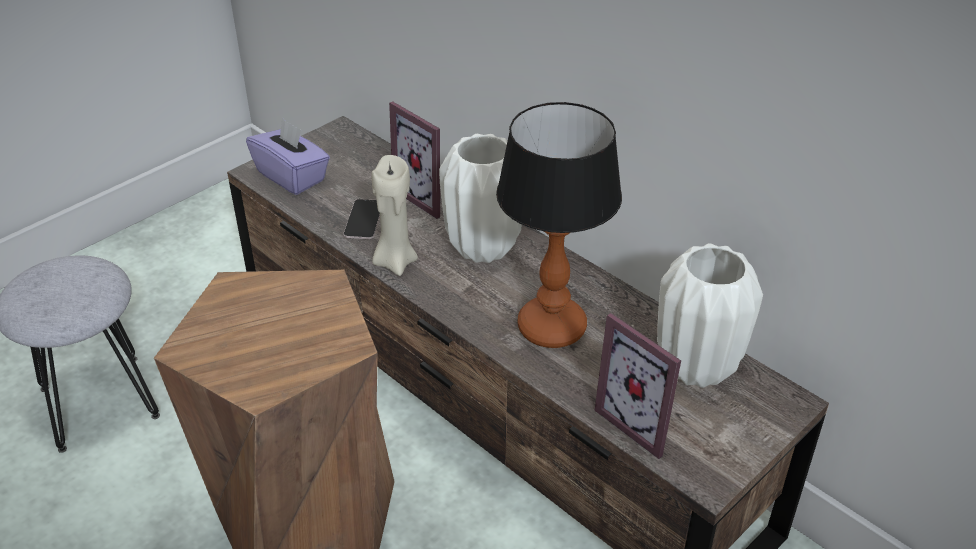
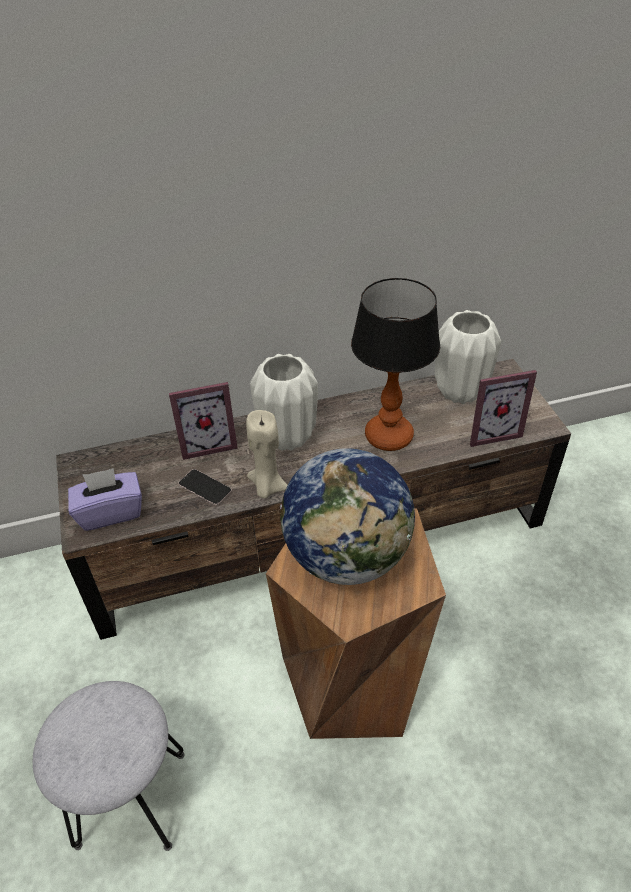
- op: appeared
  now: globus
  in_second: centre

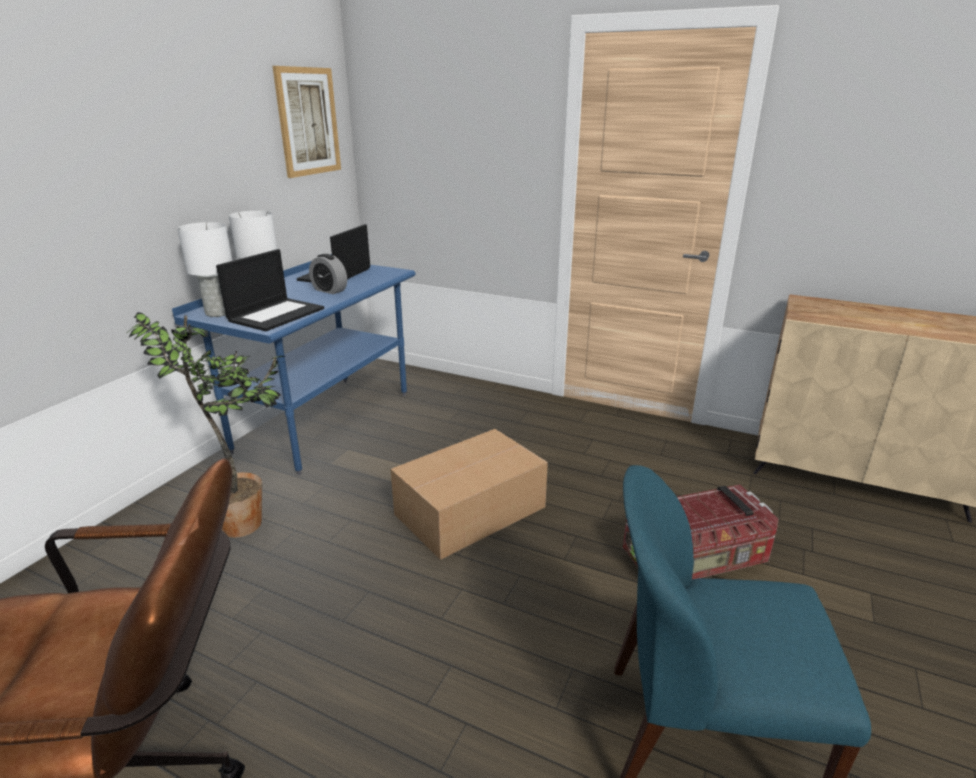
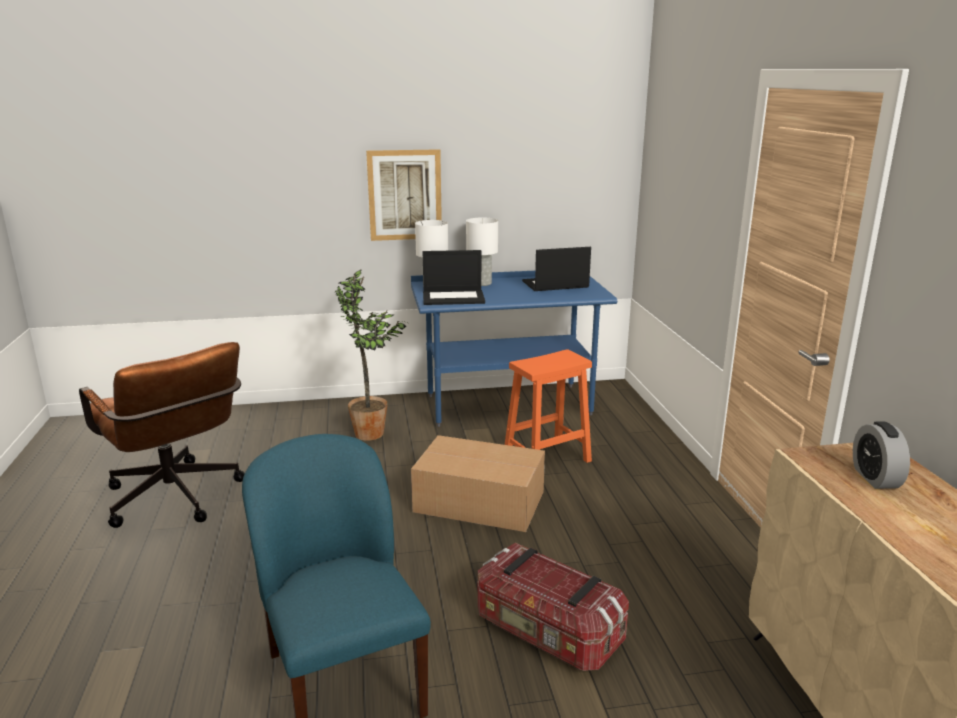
- op: relocated
  was: obraz
  in_first: top left
  in_second: top centre
- op: relocated
  was: budzik
  in_first: centre
  in_second: middle right
- op: appeared
  now: stołek (pomarańczowy)
  in_second: centre

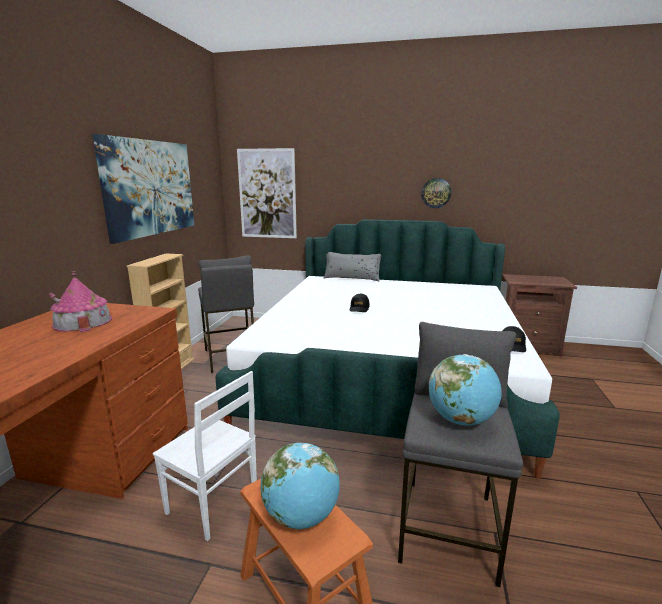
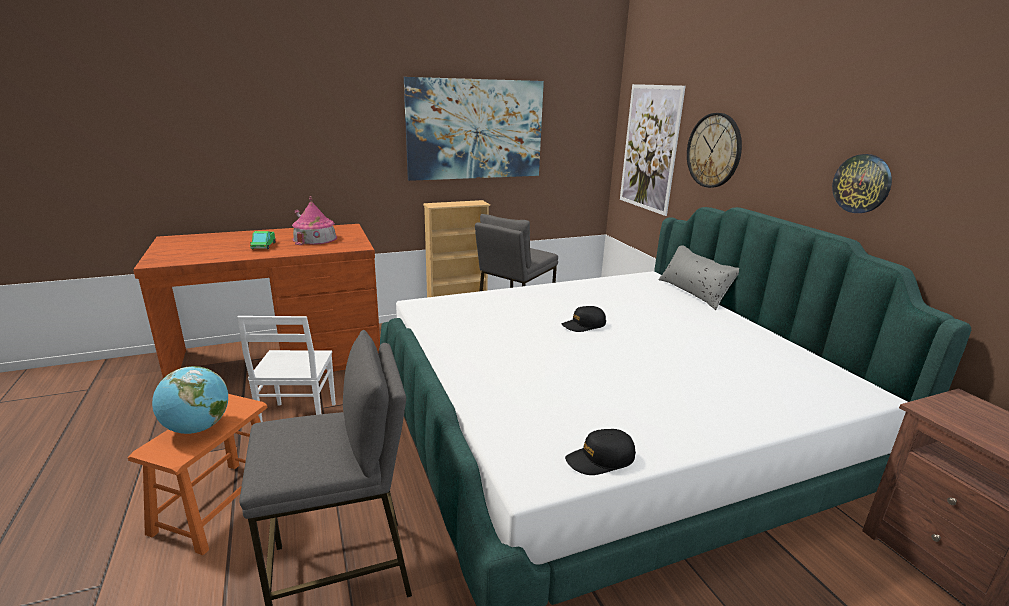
- op: missing
  was: globus (no. 2 from left)
  in_first: middle right
- op: appeared
  now: ciężarówka zabawkowa
  in_second: middle left
- op: appeared
  now: zegar ścienny (no. 1 from left)
  in_second: top right

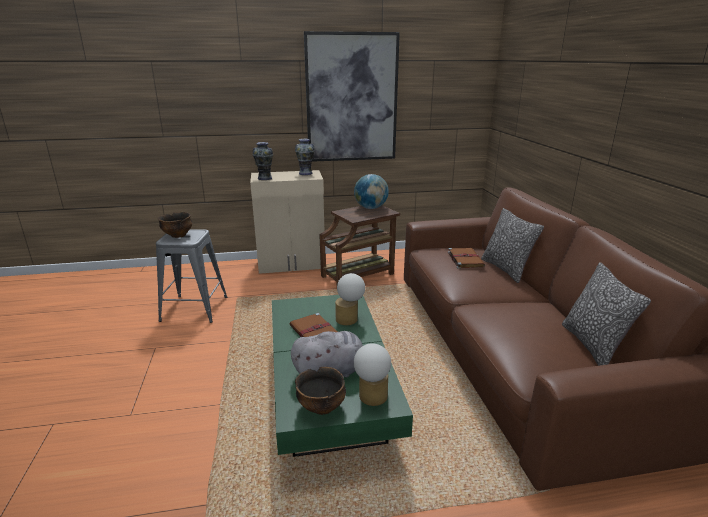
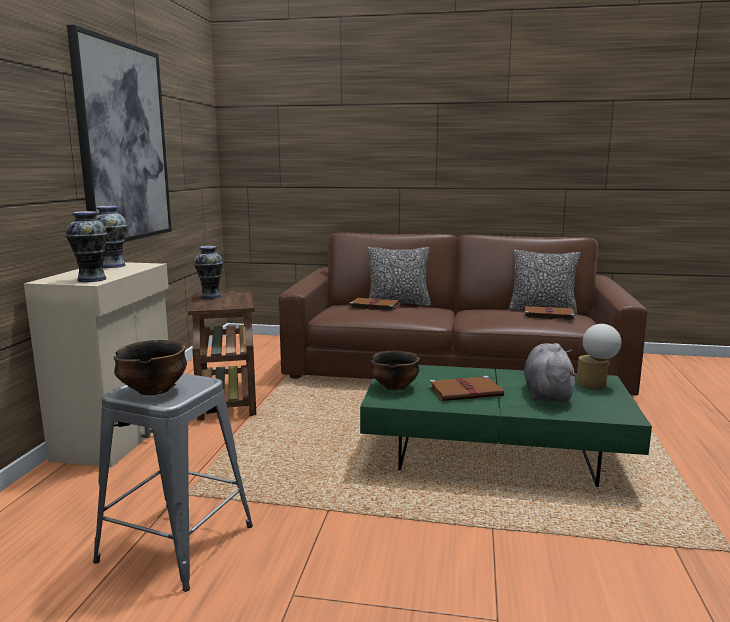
- op: relocated
  was: miska (no. 2 from left)
  in_first: bottom centre
  in_second: centre
- op: missing
  was: lampa stołowa (no. 1 from left)
  in_first: centre
- op: exchanged
  was: globus
  now: wazon (no. 3 from left)
  in_first: centre
  in_second: middle left
- op: appeared
  now: książka (brązowy) (no. 3 from left)
  in_second: middle right

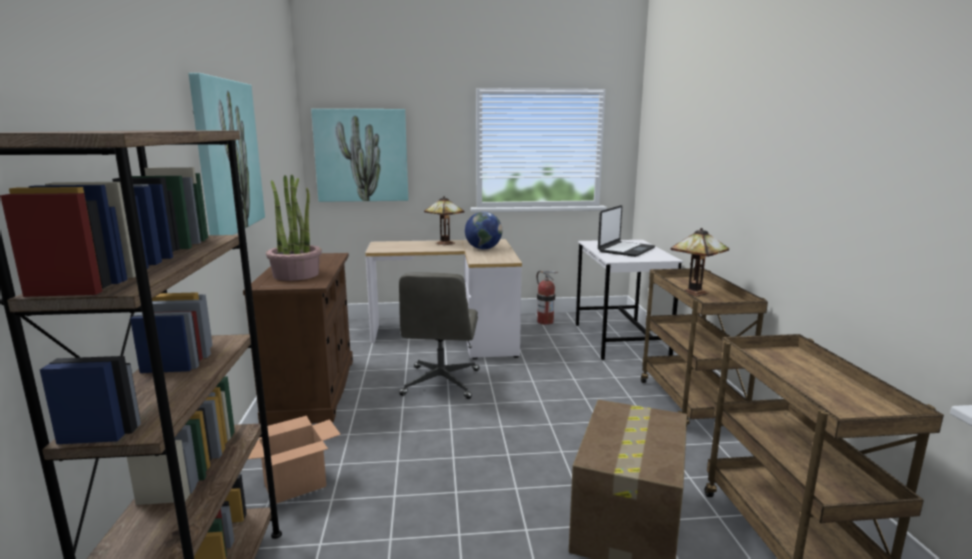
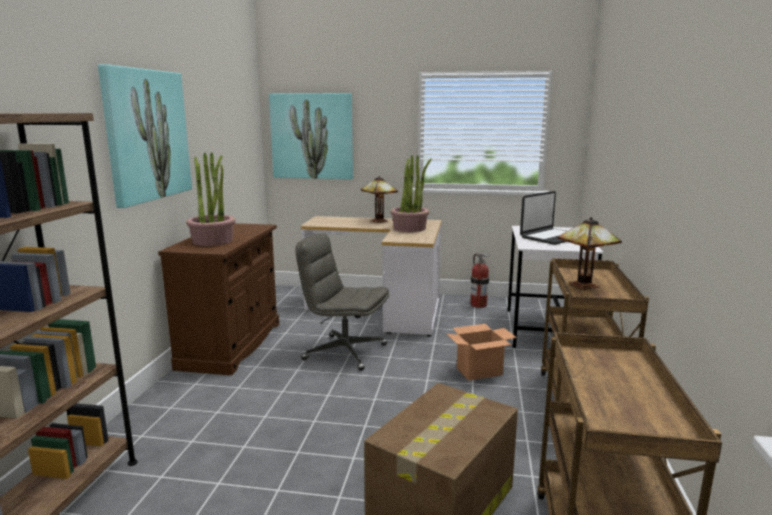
- op: relocated
  was: karton (no. 1 from left in the first image)
  now: karton (no. 2 from left)
  in_first: bottom left
  in_second: bottom centre
- op: spun
  was: krzesło biurowe (szary)
  in_first: centre
  in_second: centre
  clockwise: 90
- op: exchanged
  was: globus
  now: roślina doniczkowa (no. 2 from left)
  in_first: centre
  in_second: centre

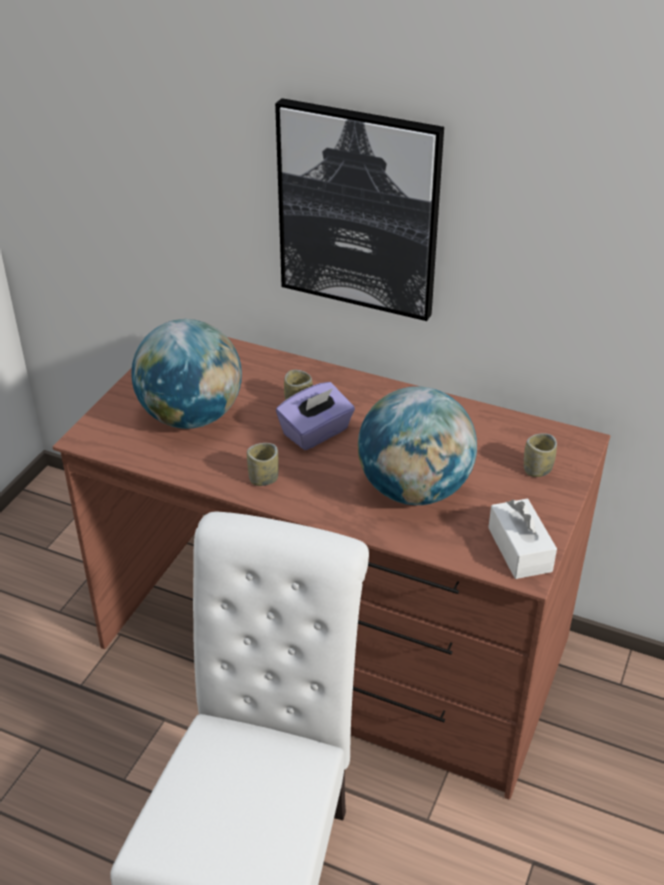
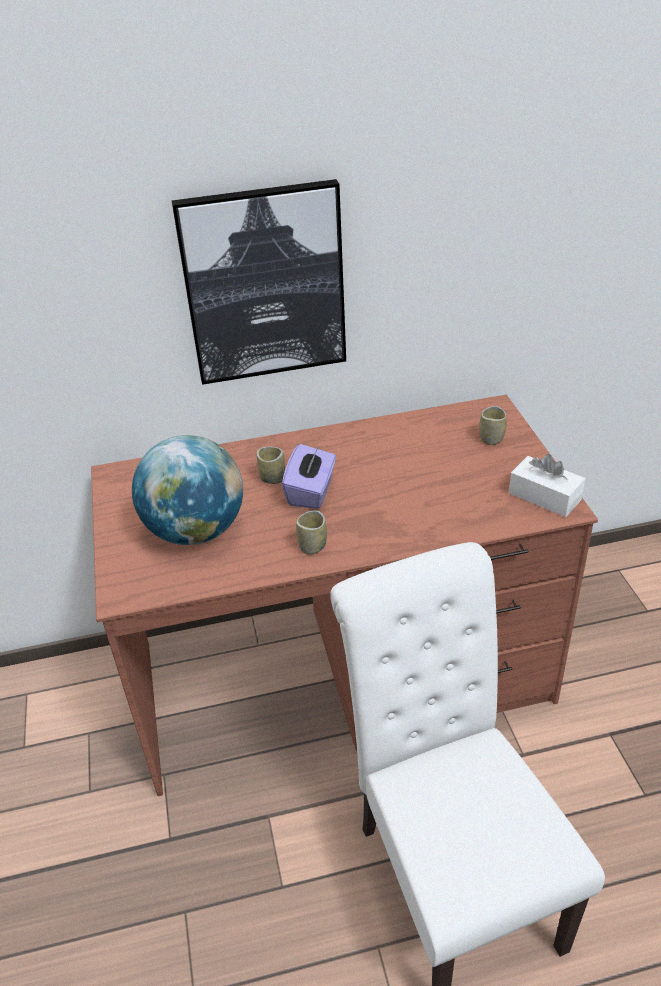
- op: missing
  was: globus (no. 2 from left)
  in_first: centre

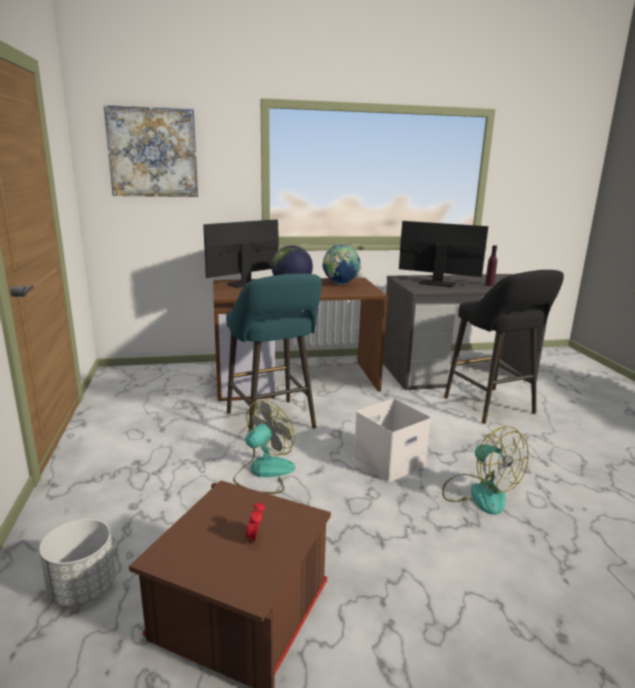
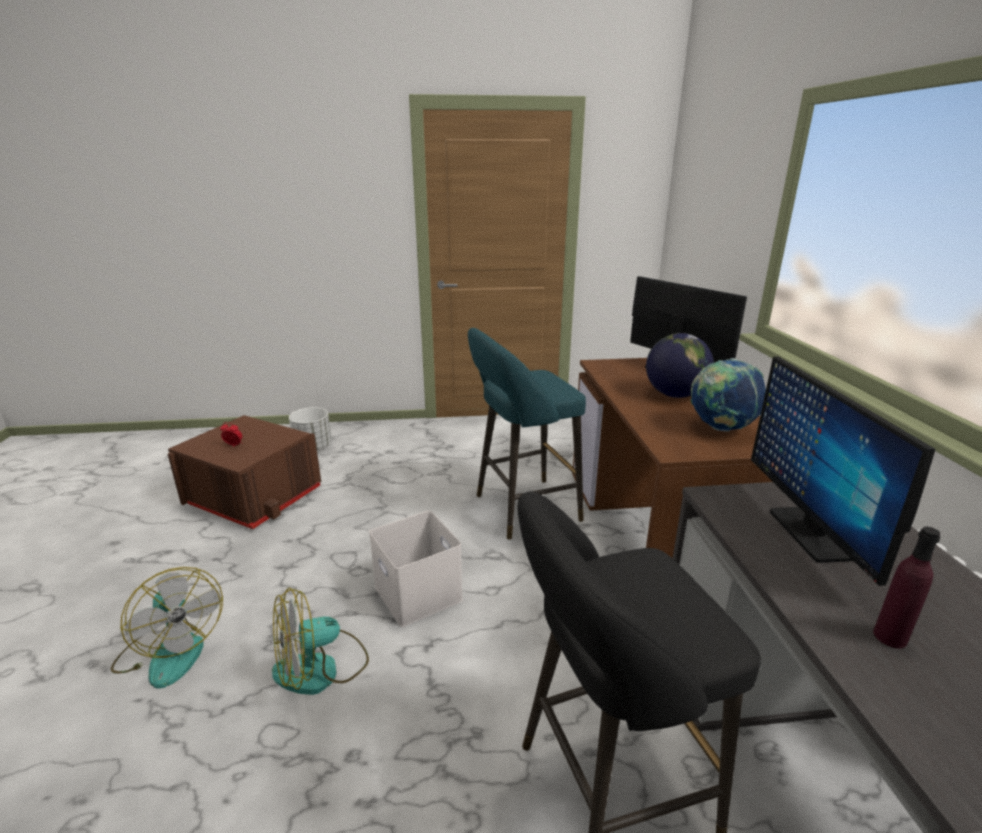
- op: missing
  was: obraz
  in_first: top left
- op: relocated
  was: wentylator (no. 1 from left)
  in_first: centre
  in_second: bottom left
- op: spun
  was: monitor (no. 2 from left)
  in_first: middle right
  in_second: middle right
  clockwise: 150

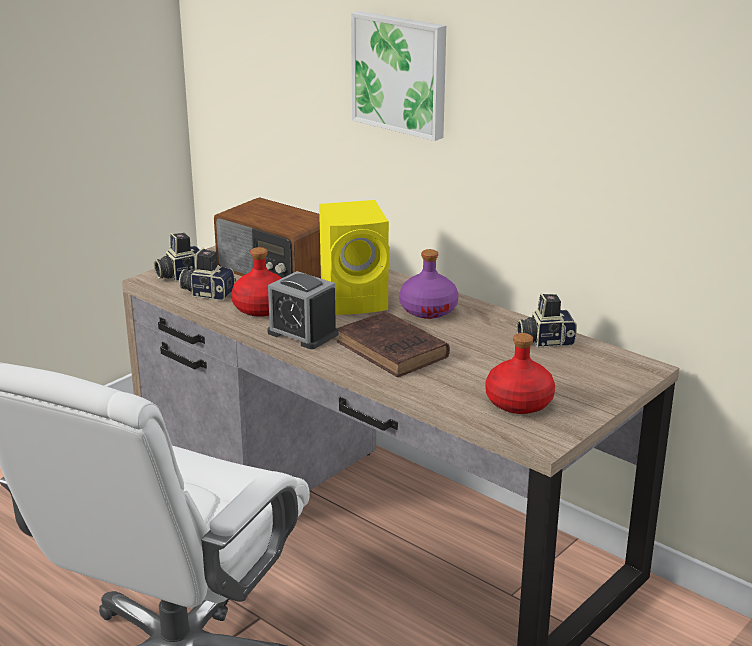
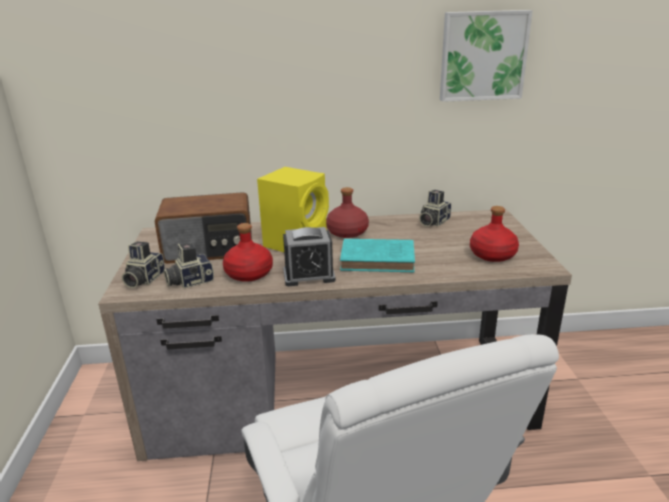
- op: colour
  was: książka (brązowy)
  now: książka (turkusowy)
  in_first: centre
  in_second: centre
- op: relocated
  was: obraz
  in_first: top centre
  in_second: top right
- op: colour
  was: butelka (fioletowy)
  now: butelka (czerwony) (no. 2 from left)
  in_first: centre
  in_second: centre

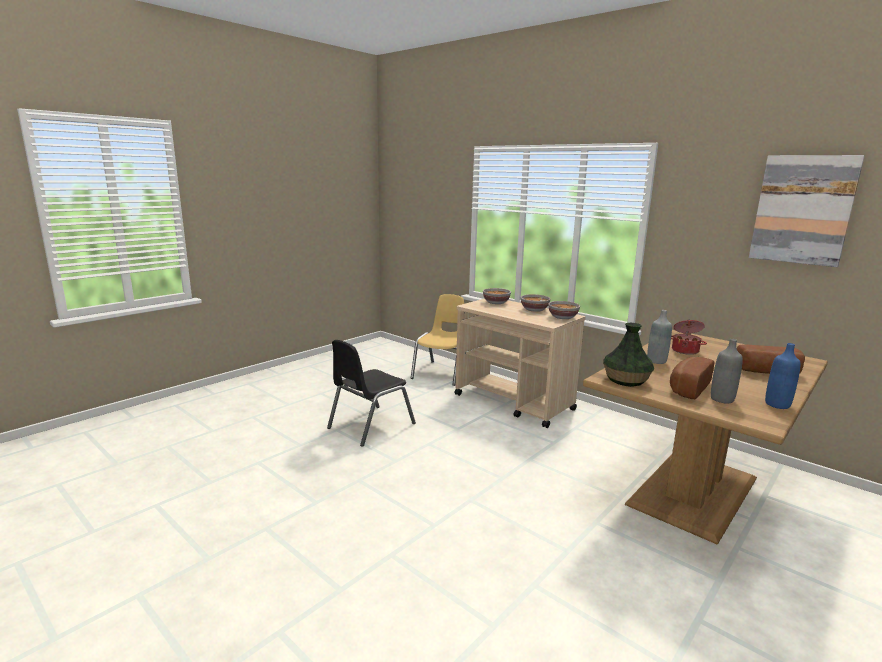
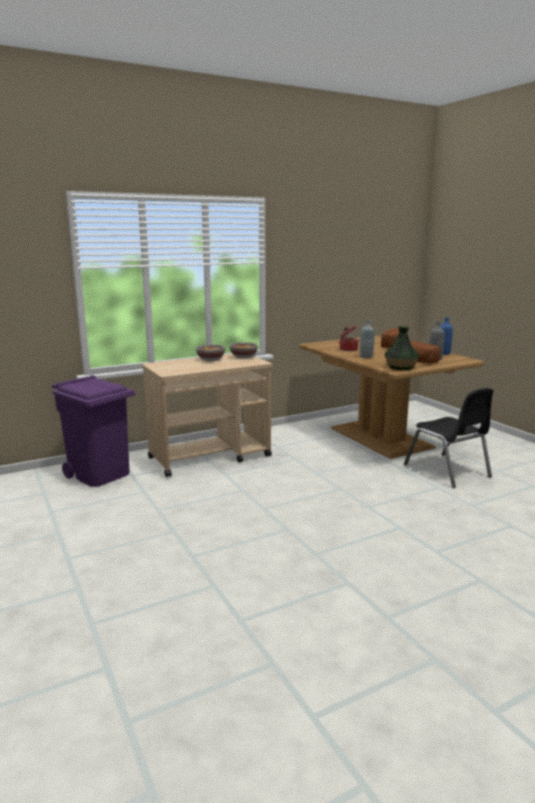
- op: relocated
  was: krzesło (czarny)
  in_first: centre
  in_second: middle right
- op: exchanged
  was: krzesło (żółty)
  now: kosz na śmieci (fioletowy)
  in_first: centre
  in_second: middle left
- op: missing
  was: miska (no. 1 from left)
  in_first: centre
- op: missing
  was: obraz
  in_first: top right

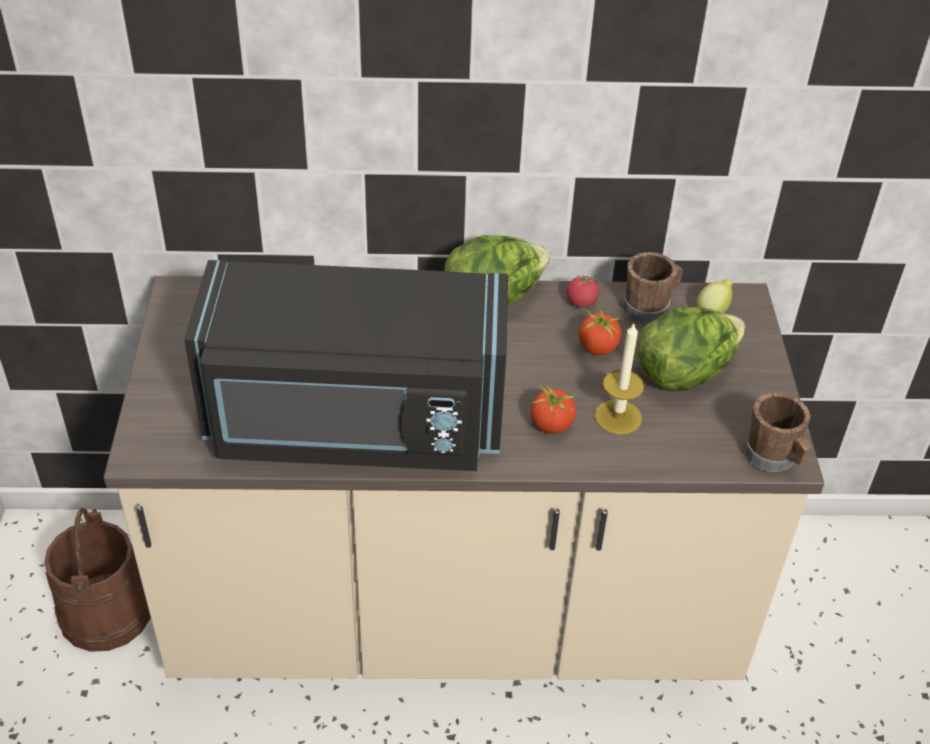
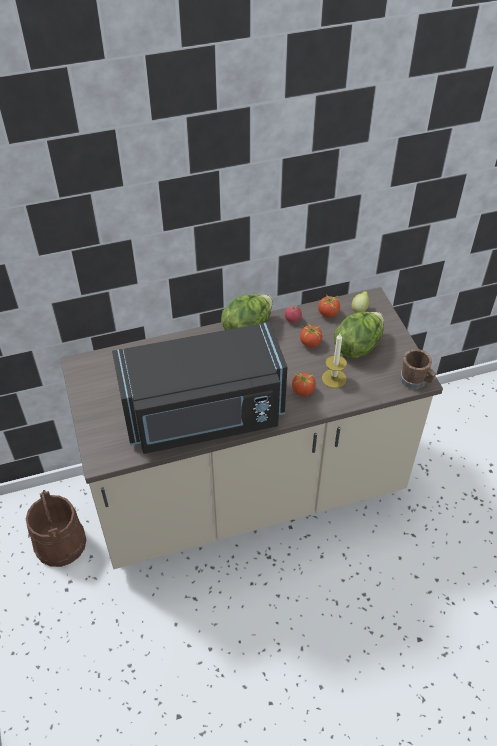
- op: exchanged
  was: kubek (brązowy) (no. 1 from left)
  now: pomidor (no. 4 from left)
  in_first: middle right
  in_second: centre

